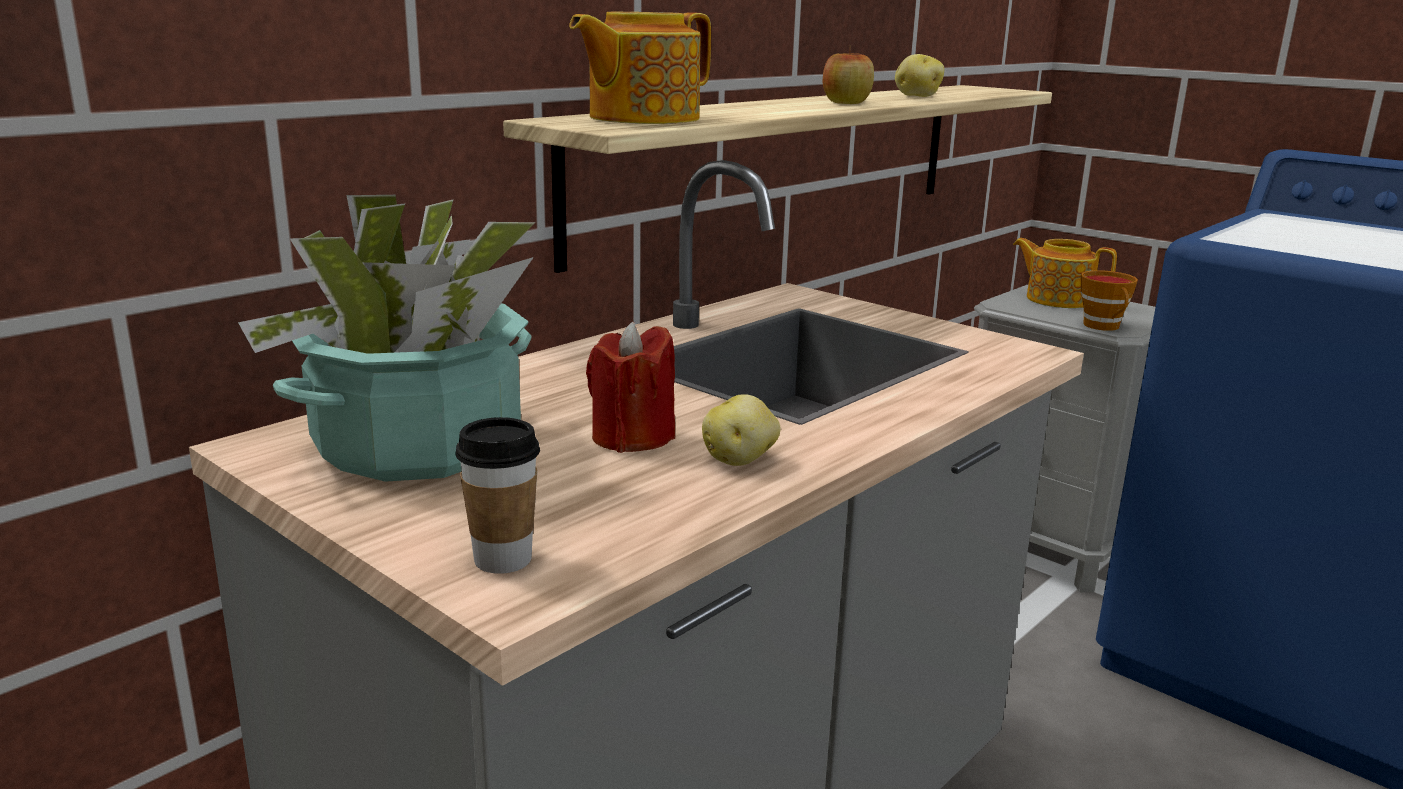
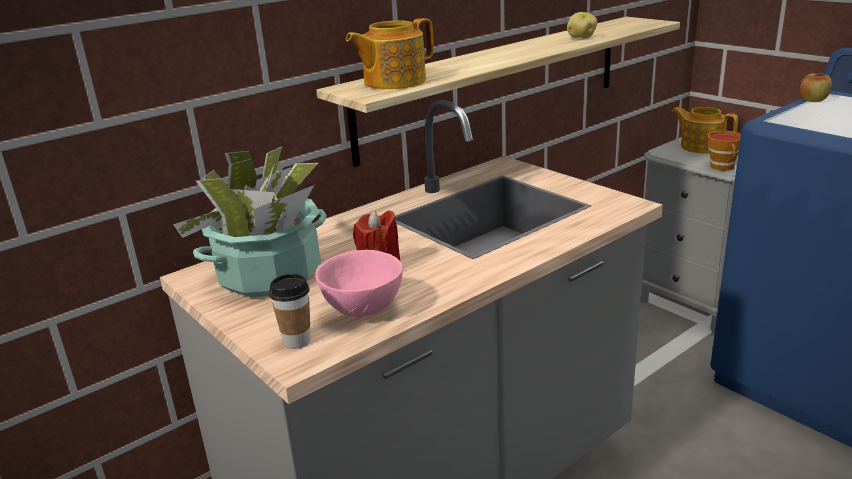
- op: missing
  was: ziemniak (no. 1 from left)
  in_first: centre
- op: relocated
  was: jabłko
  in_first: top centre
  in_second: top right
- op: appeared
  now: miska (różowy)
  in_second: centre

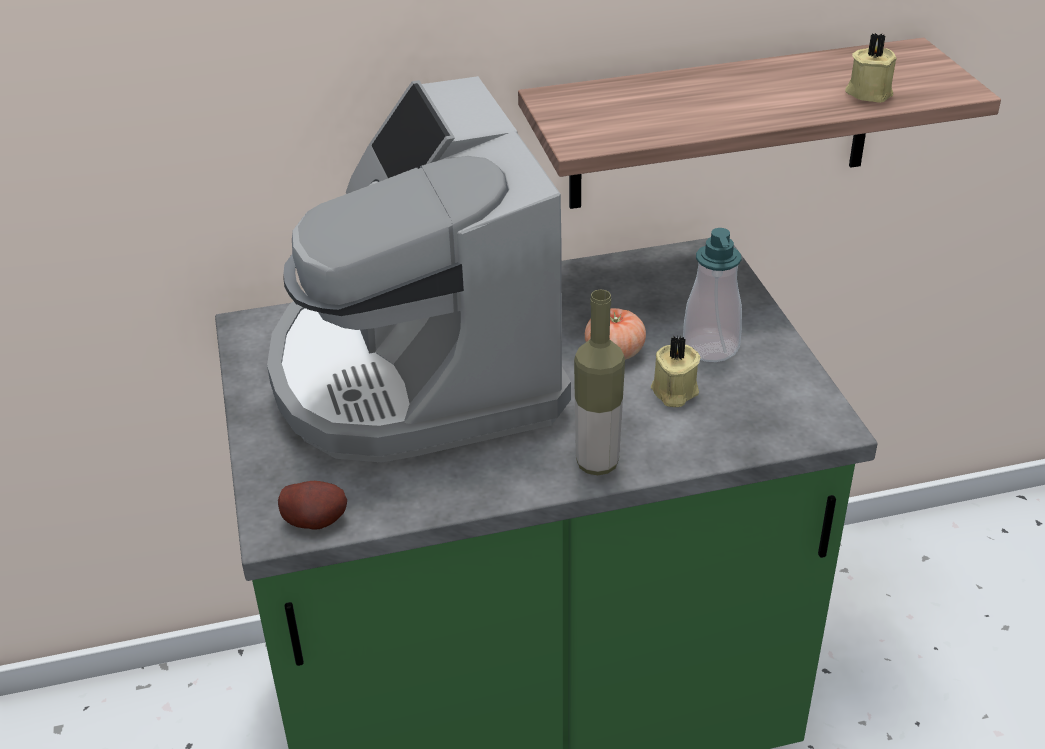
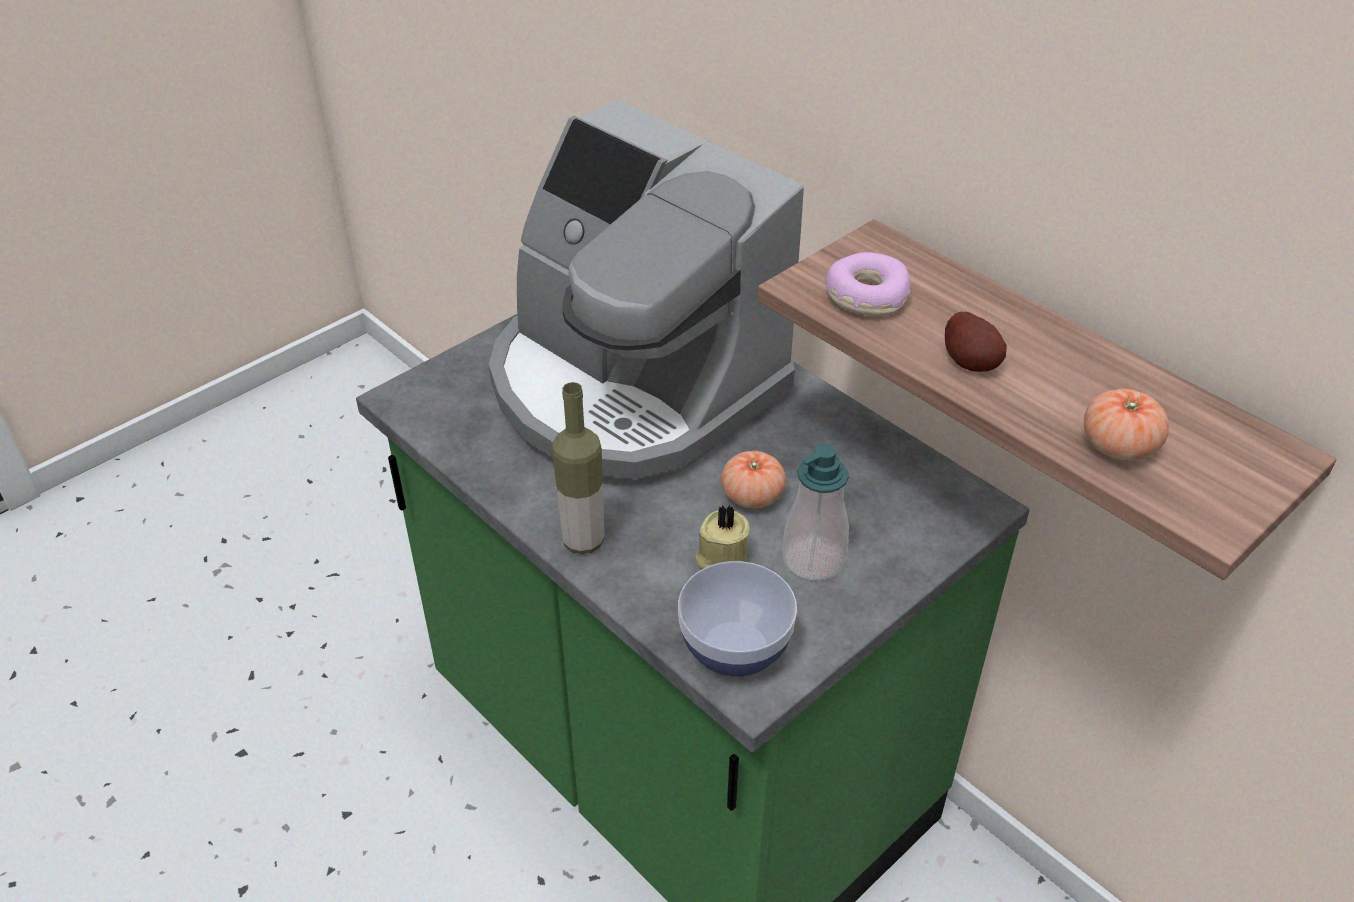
- op: spun
  was: ekspres do kawy
  in_first: centre
  in_second: top centre
  clockwise: -90
- op: relocated
  was: ziemniak
  in_first: bottom left
  in_second: middle right
- op: exchanged
  was: świeca (beżowy) (no. 2 from left)
  now: pomidor (no. 2 from left)
  in_first: top right
  in_second: middle right
- op: appeared
  now: miska
  in_second: bottom centre
- op: appeared
  now: donut
  in_second: top centre

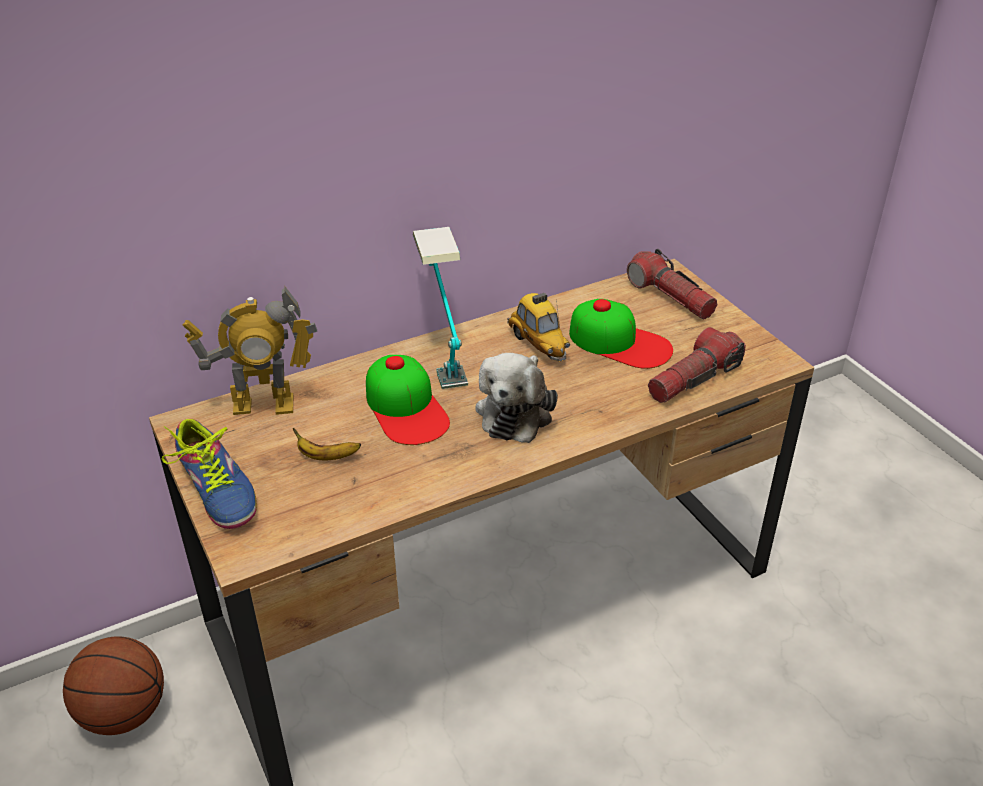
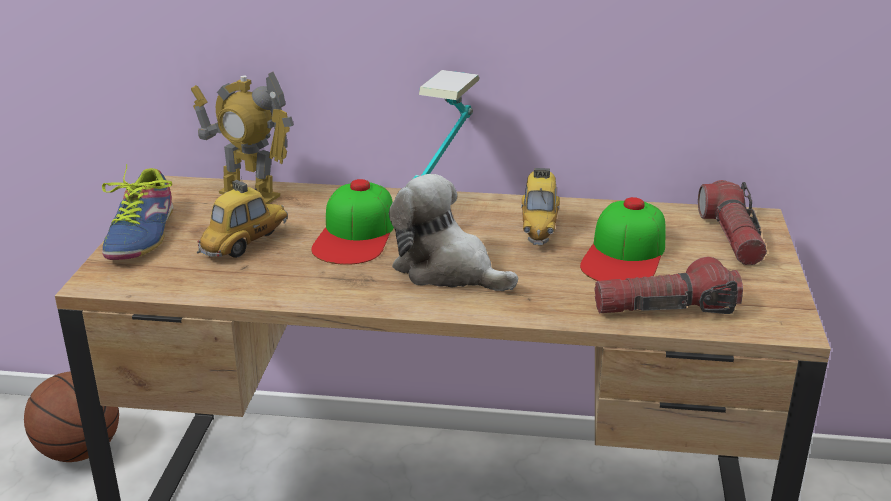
- op: exchanged
  was: banan
  now: samochodzik (no. 1 from left)
  in_first: middle left
  in_second: middle left
- op: spun
  was: pluszak
  in_first: centre
  in_second: centre
  clockwise: 75
- op: spun
  was: czapka z daszkiem (no. 2 from left)
  in_first: centre
  in_second: middle right
  clockwise: 45

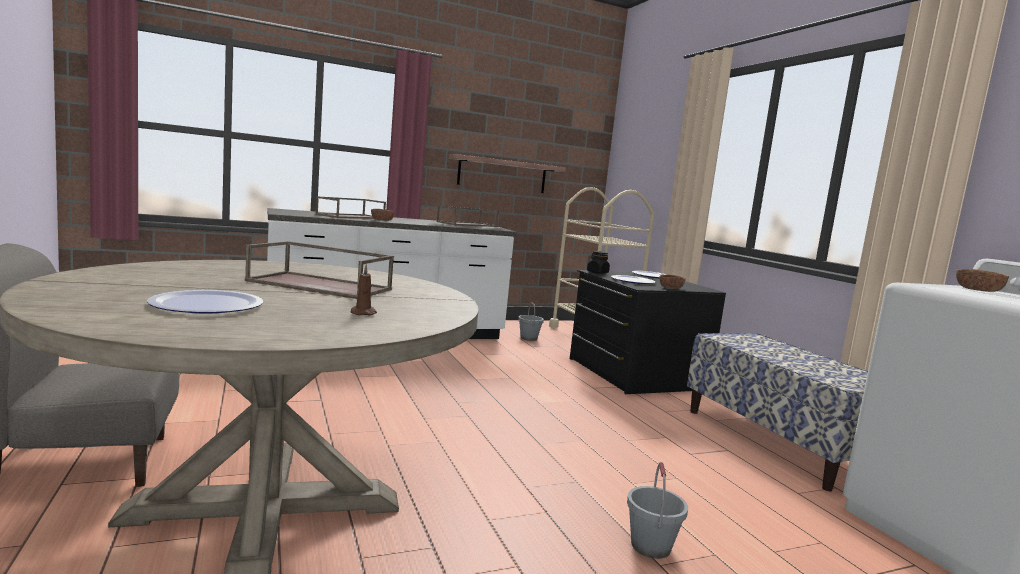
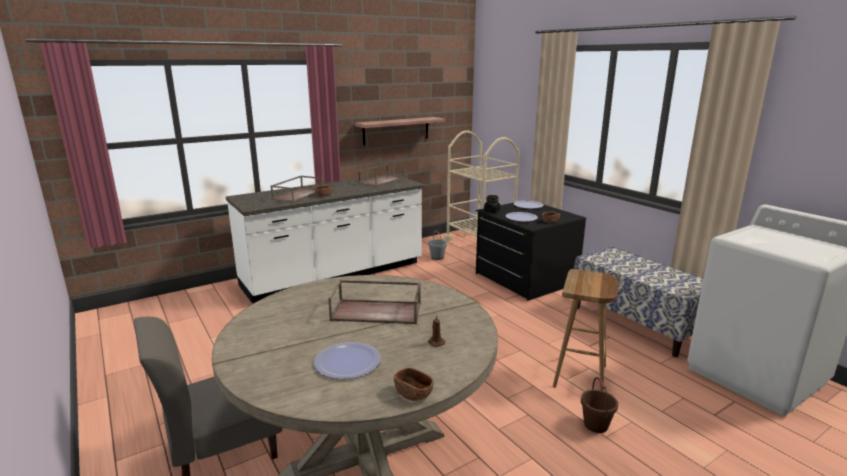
- op: colour
  was: wiadro (szary) (no. 2 from left)
  now: wiadro (brązowy)
  in_first: bottom centre
  in_second: bottom right
- op: relocated
  was: miska (brązowy) (no. 3 from left in the first image)
  now: miska (brązowy) (no. 2 from left)
  in_first: middle right
  in_second: bottom centre
- op: appeared
  now: stołek (brązowy)
  in_second: bottom right

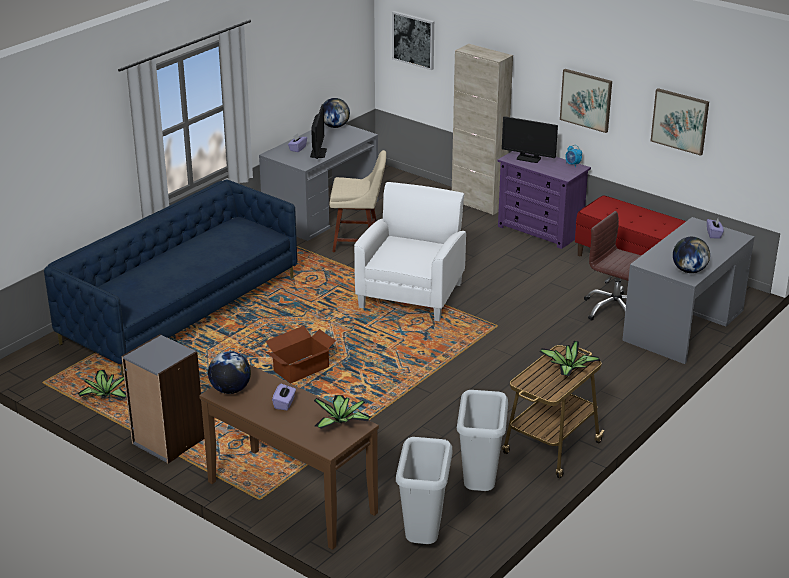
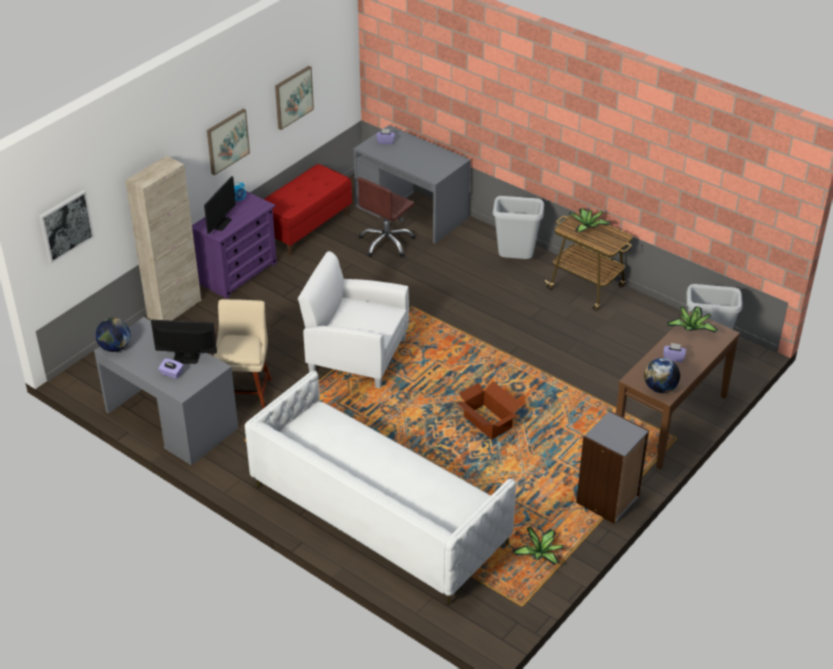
- op: colour
  was: kanapa (niebieski)
  now: kanapa (biały)
  in_first: middle left
  in_second: bottom centre
- op: relocated
  was: kosz na śmieci (szary) (no. 2 from left in the first image)
  now: kosz na śmieci (szary) (no. 1 from left)
  in_first: bottom centre
  in_second: centre
- op: missing
  was: globus (no. 3 from left)
  in_first: middle right

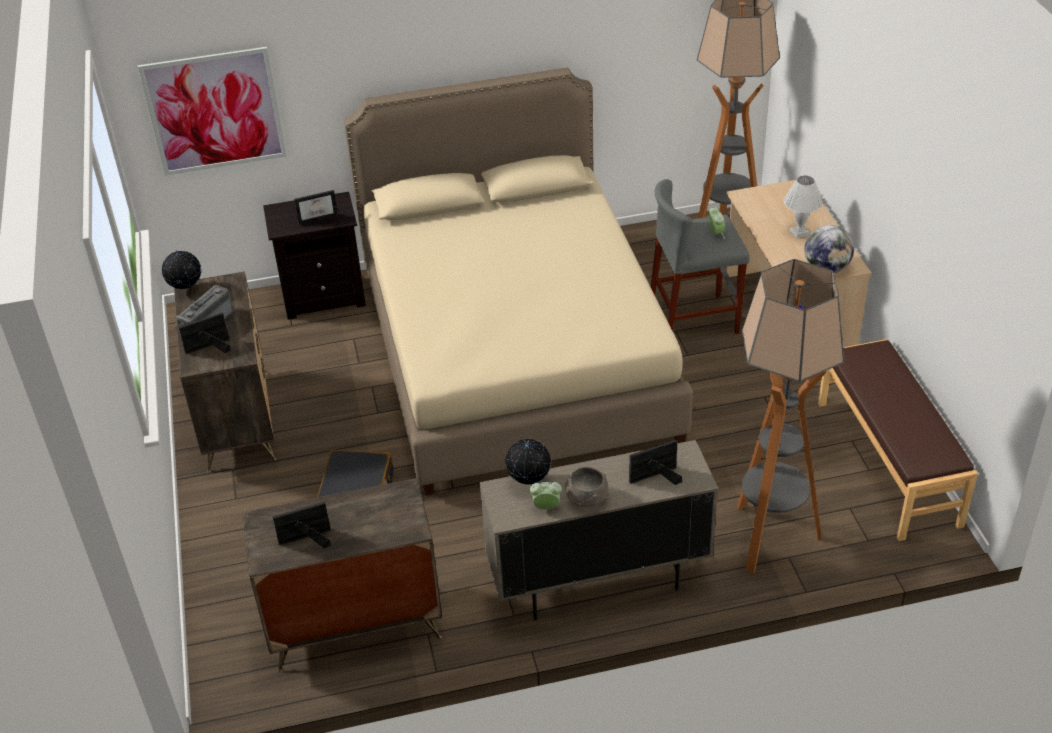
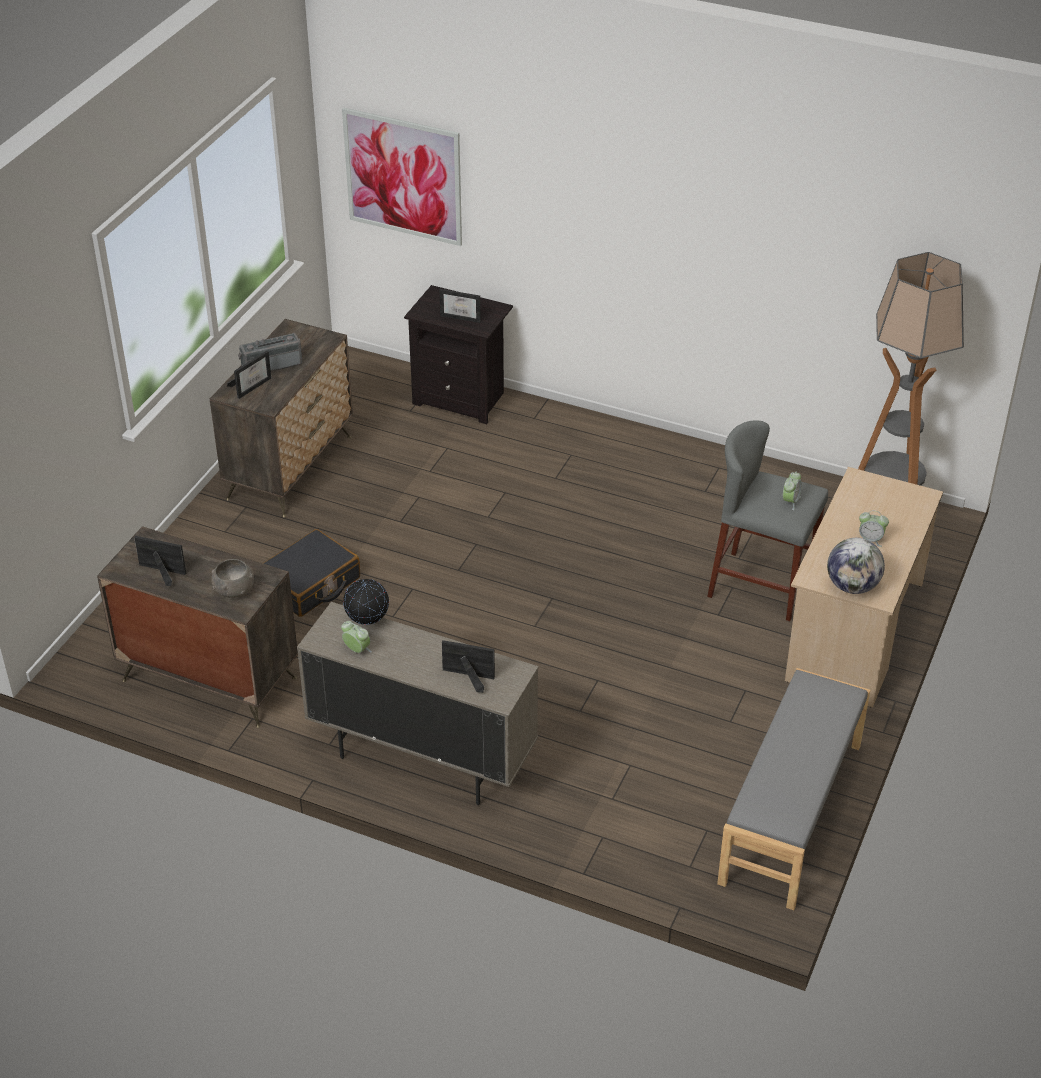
- op: missing
  was: globus (no. 1 from left)
  in_first: middle left
- op: spun
  was: ramka na zdjęcie (no. 1 from left in the first image)
  in_first: middle left
  in_second: middle left
  clockwise: 120
- op: missing
  was: łóżko (beżowy)
  in_first: centre
- op: relocated
  was: miska (szary)
  in_first: centre
  in_second: middle left
- op: missing
  was: lampa stojąca (no. 2 from left)
  in_first: middle right
- op: exchanged
  was: lampa stołowa (biały)
  now: budzik (no. 3 from left)
  in_first: top right
  in_second: middle right
- op: colour
  was: ławka (brązowy)
  now: ławka (szary)
  in_first: middle right
  in_second: bottom right

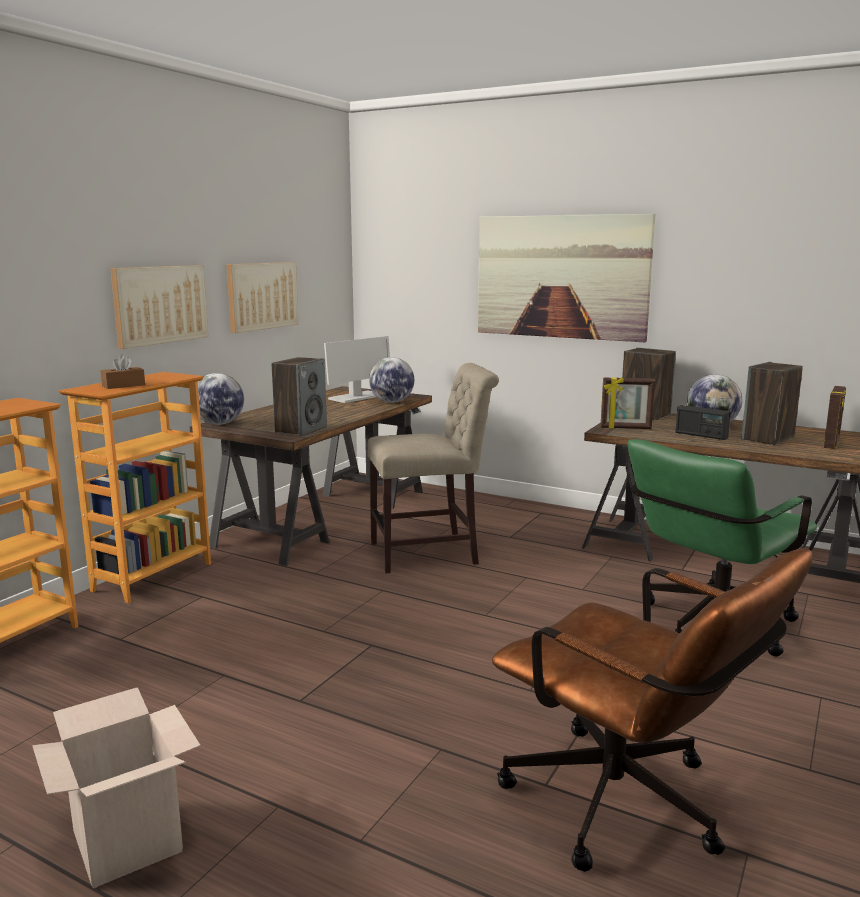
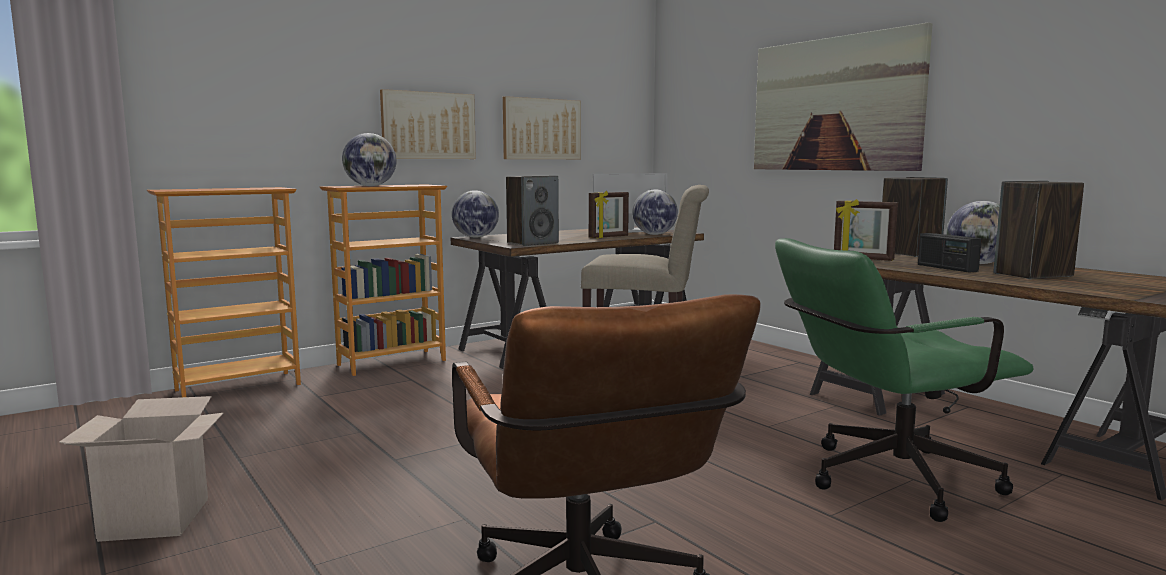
- op: exchanged
  was: pudełko chusteczek (brązowy)
  now: globus (no. 1 from left)
  in_first: middle left
  in_second: top left
- op: relocated
  was: ramka na zdjęcie (no. 2 from left in the first image)
  now: ramka na zdjęcie (no. 1 from left)
  in_first: middle right
  in_second: centre

